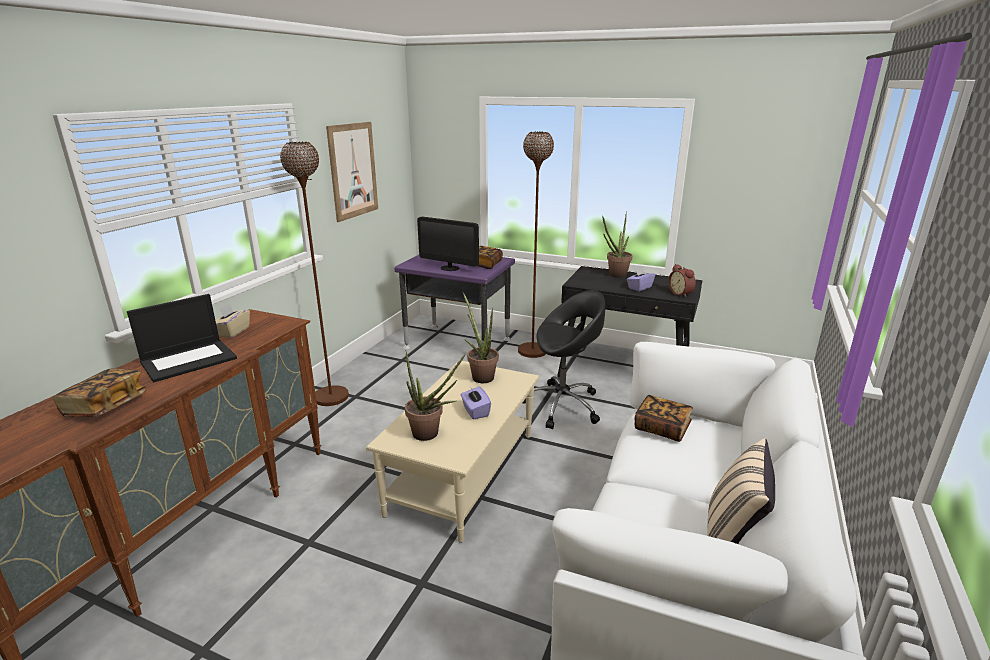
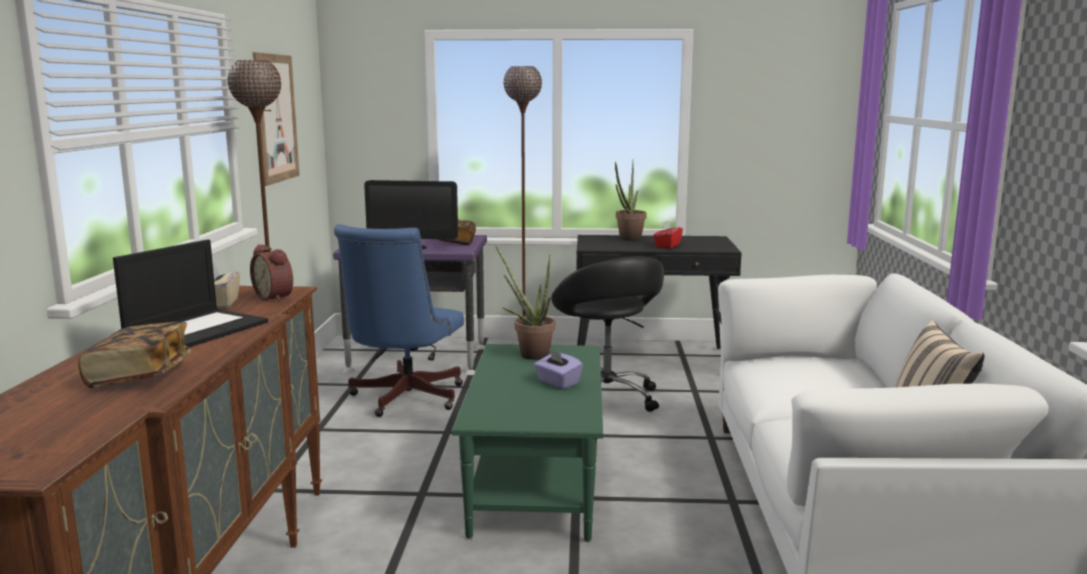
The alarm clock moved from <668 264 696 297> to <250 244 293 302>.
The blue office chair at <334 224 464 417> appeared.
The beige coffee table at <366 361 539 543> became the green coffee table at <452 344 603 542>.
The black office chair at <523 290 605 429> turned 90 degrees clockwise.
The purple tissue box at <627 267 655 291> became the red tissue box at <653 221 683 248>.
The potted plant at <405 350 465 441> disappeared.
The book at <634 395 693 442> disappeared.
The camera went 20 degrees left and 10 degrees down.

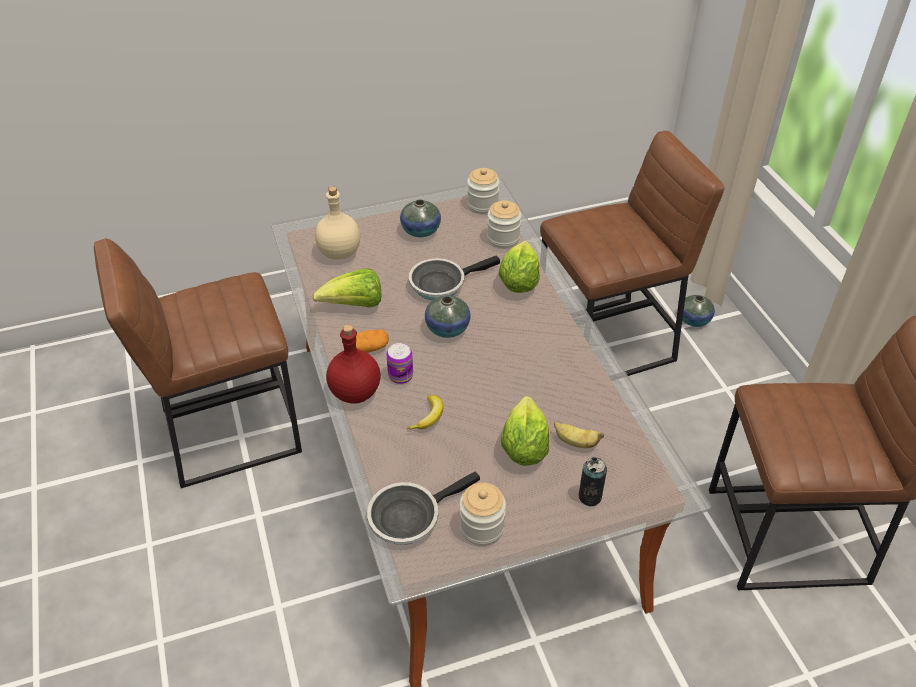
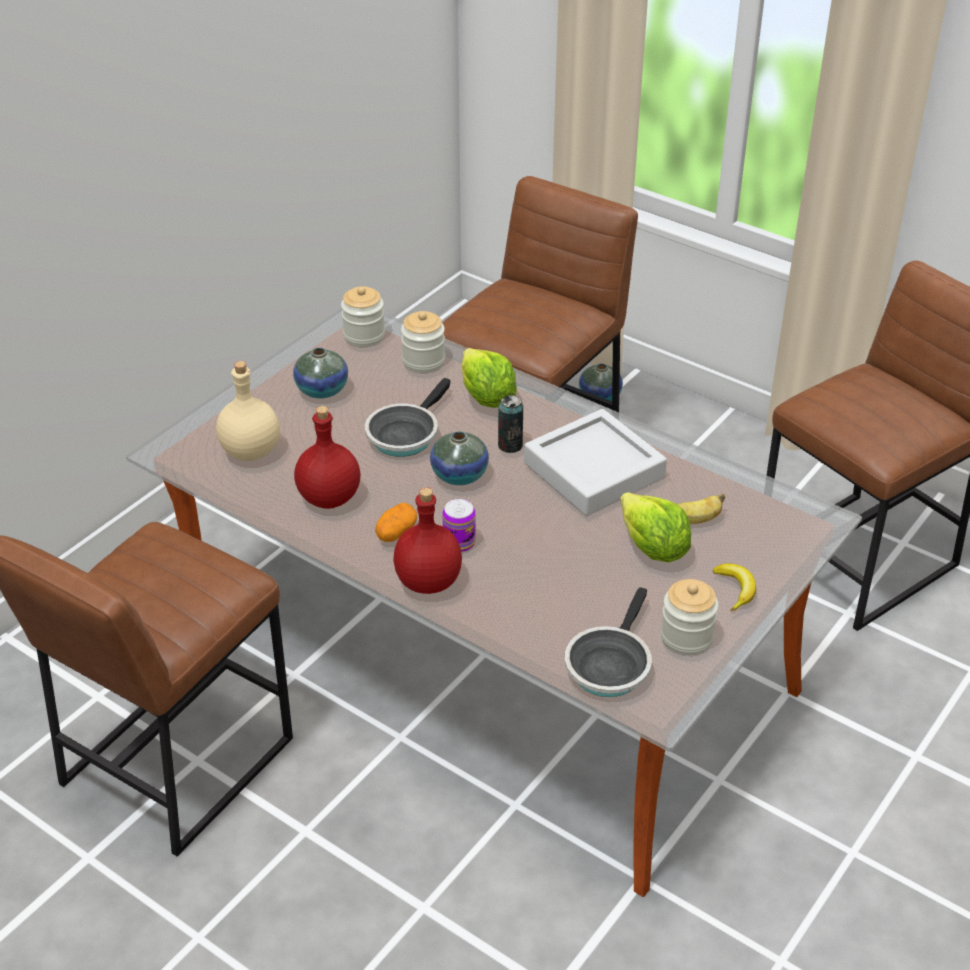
The lettuce at <312 268 381 308> was replaced by the red bottle at <294 406 360 509>.
The can moved from <579 457 607 506> to <498 395 523 453>.
The grey tray at <524 409 667 516> appeared.
The banana moved from <407 395 443 430> to <713 563 756 612>.
The camera went 35 degrees left and 5 degrees down.

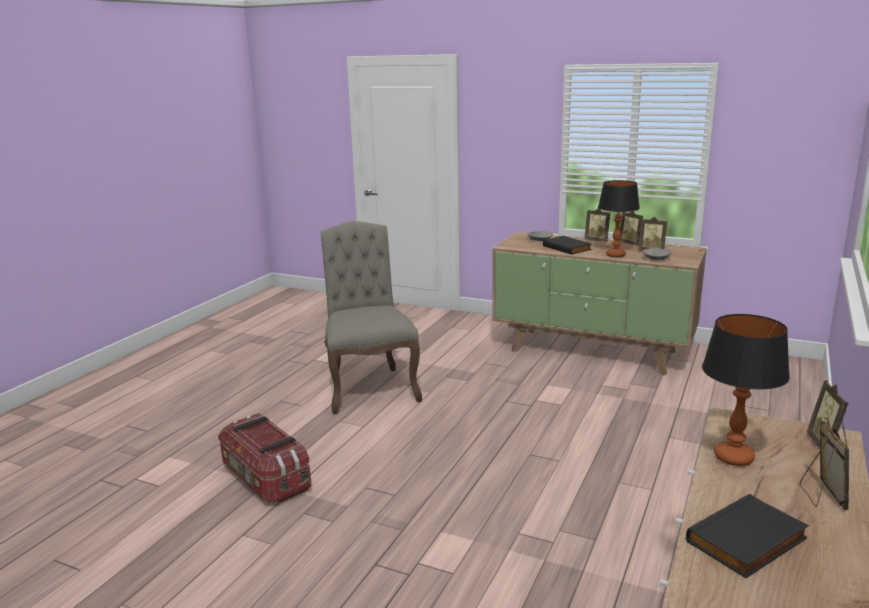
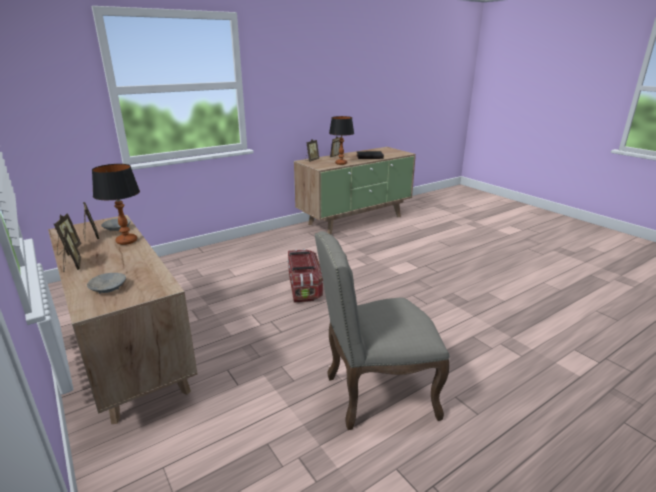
The storage box moved from <218 413 312 503> to <288 249 323 303>.
The grey chair at <321 221 422 414> turned 60 degrees clockwise.
The black book at <543 236 592 255> disappeared.
The camera went 150 degrees left and 5 degrees up.

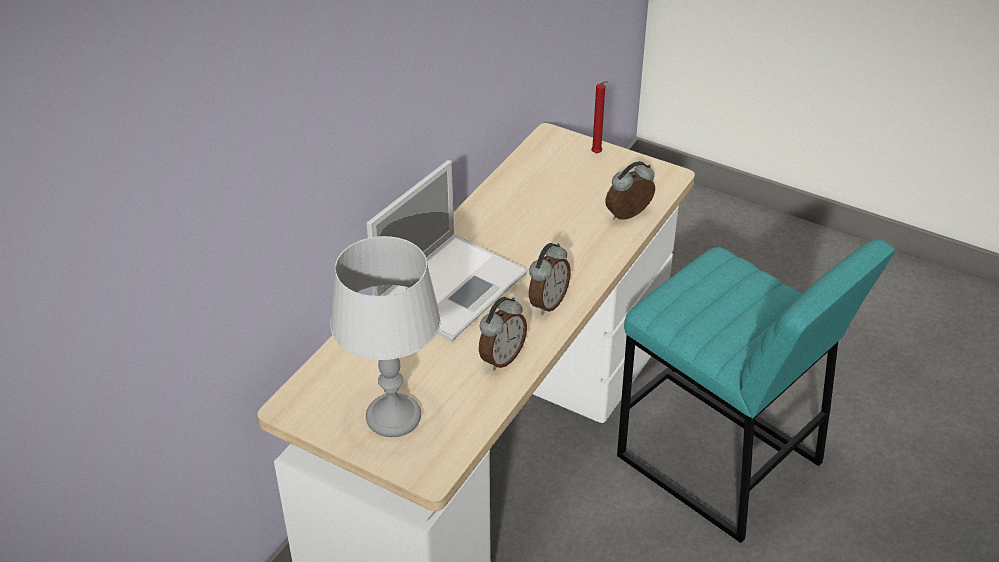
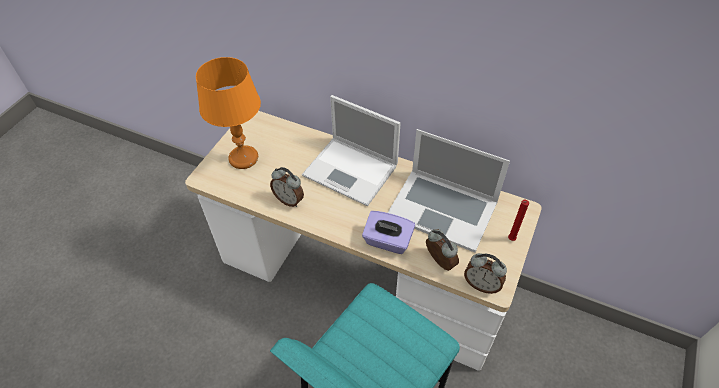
The grey table lamp at <330 236 441 437> became the orange table lamp at <196 57 261 169>.
The purple tissue box at <362 211 415 254> appeared.
The laptop at <388 129 510 253> appeared.
The alarm clock moved from <529 243 571 315> to <464 253 507 294>.
The camera went 85 degrees right and 10 degrees up.

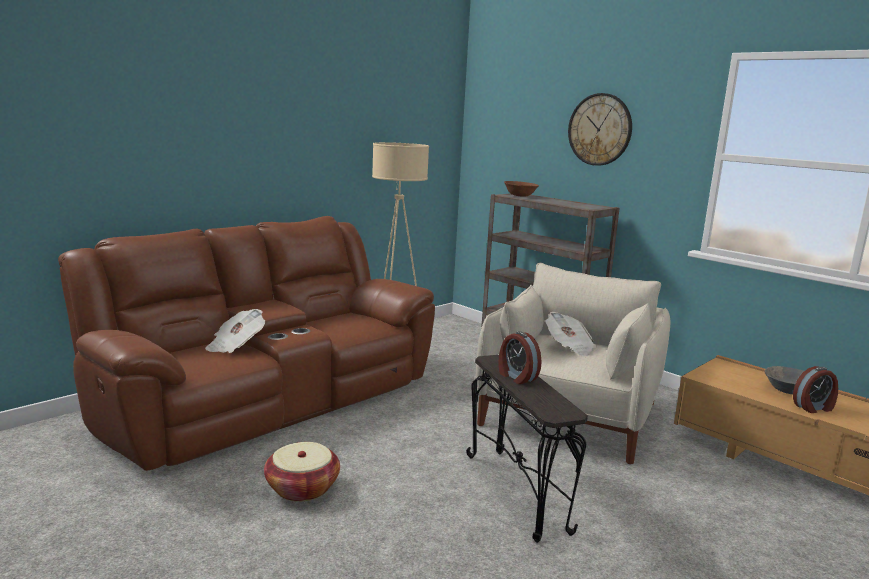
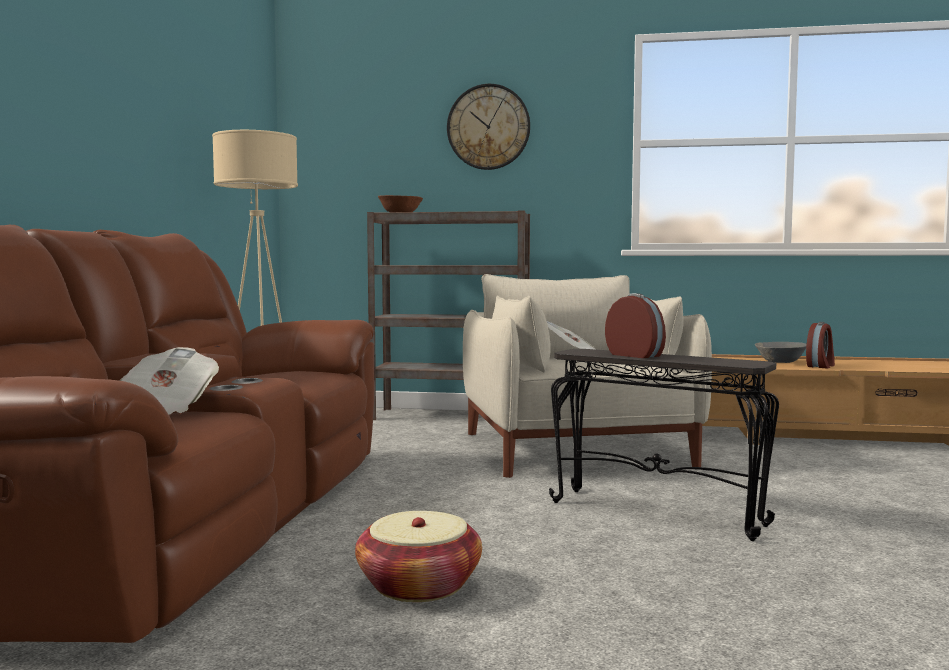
The alarm clock at <498 331 542 384> turned 150 degrees counterclockwise.
The camera went 35 degrees left and 10 degrees down.

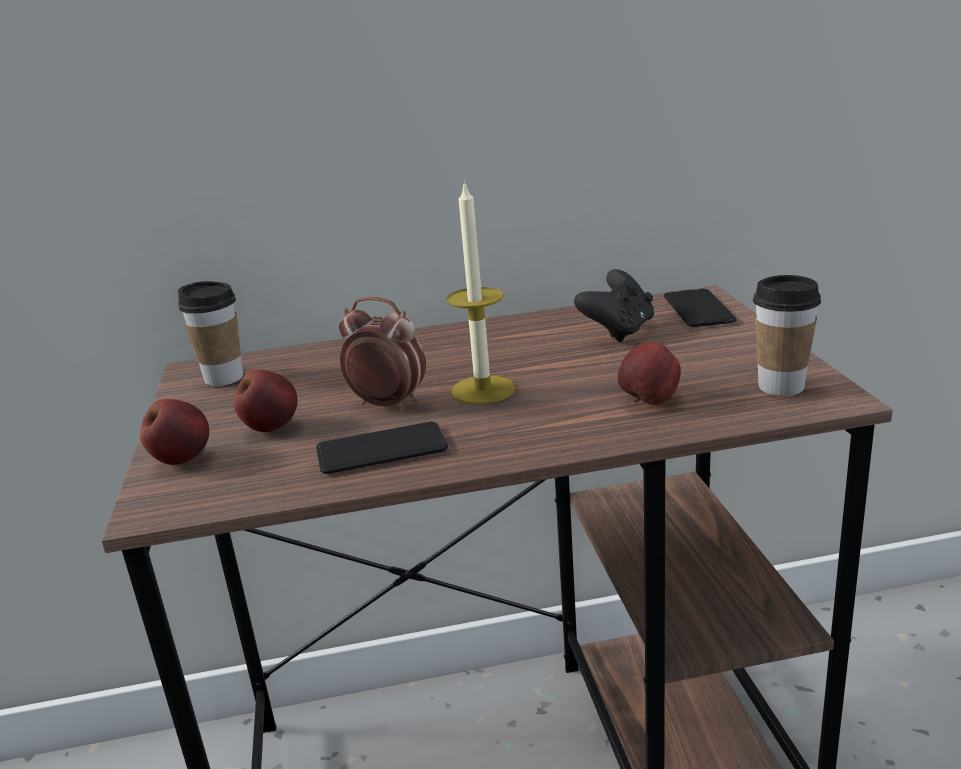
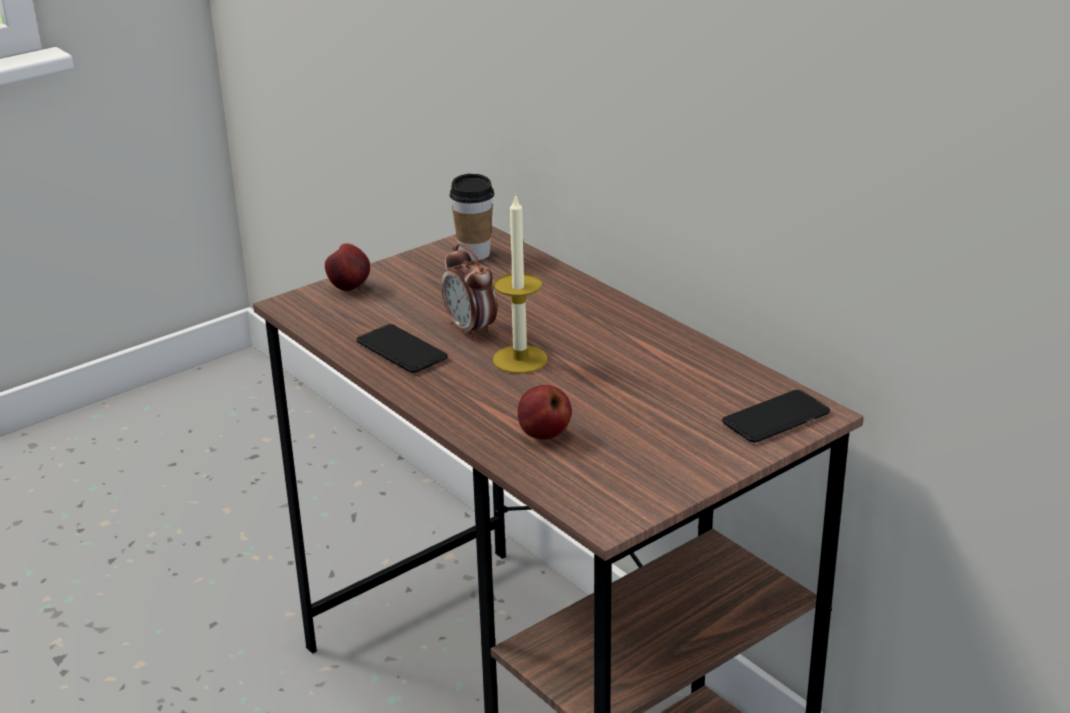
The alarm clock at <339 297 426 410> turned 150 degrees clockwise.
The apple at <234 369 297 432> disappeared.
The black game controller at <574 269 654 342> disappeared.
The cup at <753 275 821 396> disappeared.
The camera went 60 degrees right and 5 degrees up.

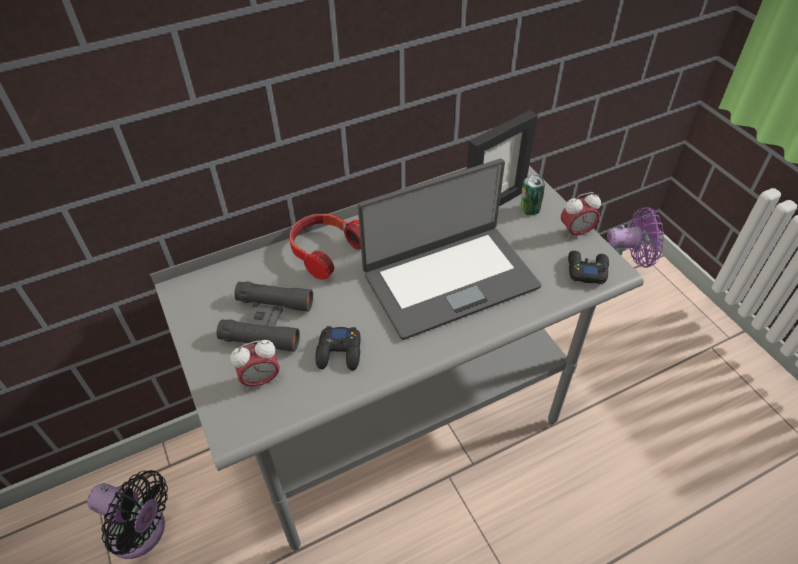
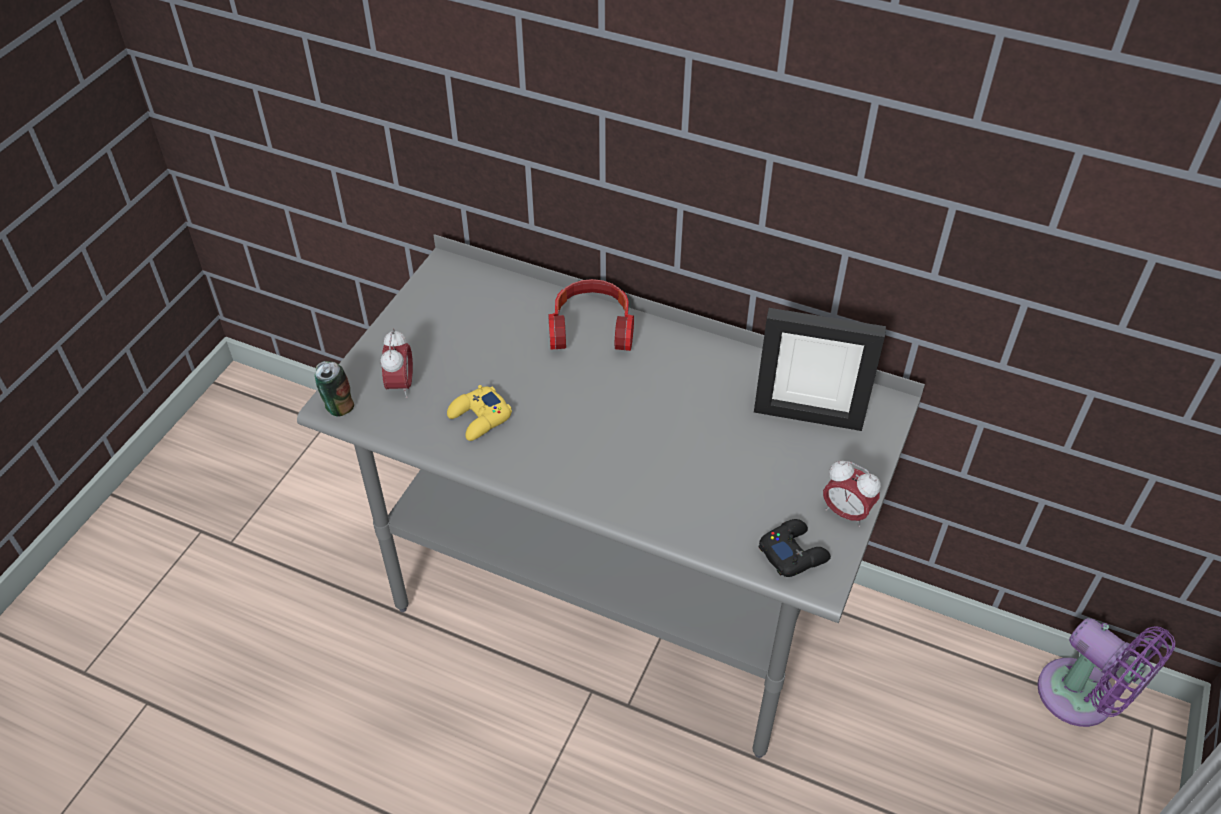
The can moved from <521 175 545 215> to <315 361 354 417>.
The alarm clock at <230 340 280 390> turned 120 degrees counterclockwise.
The black game controller at <315 326 361 371> became the yellow game controller at <447 385 512 441>.
The black fan at <87 470 168 559> disappeared.
The black binoculars at <217 281 313 352> disappeared.
The laptop at <358 159 541 340> disappeared.
The camera went 50 degrees right and 0 degrees up.

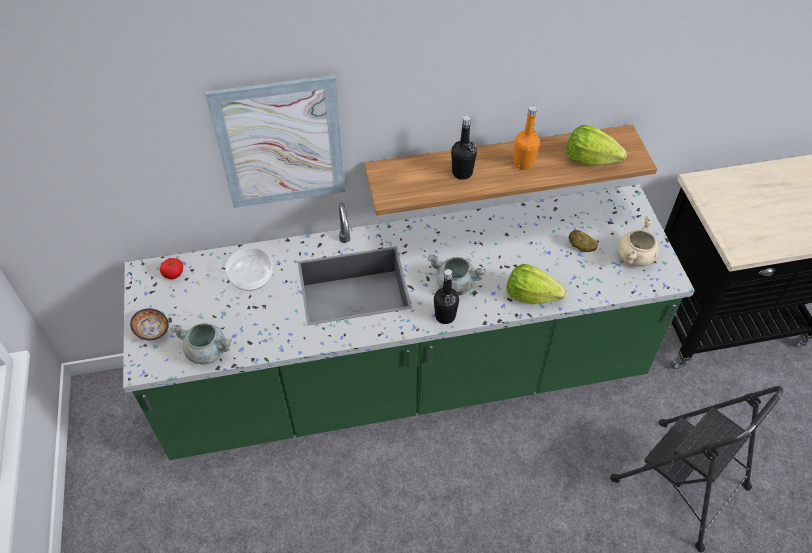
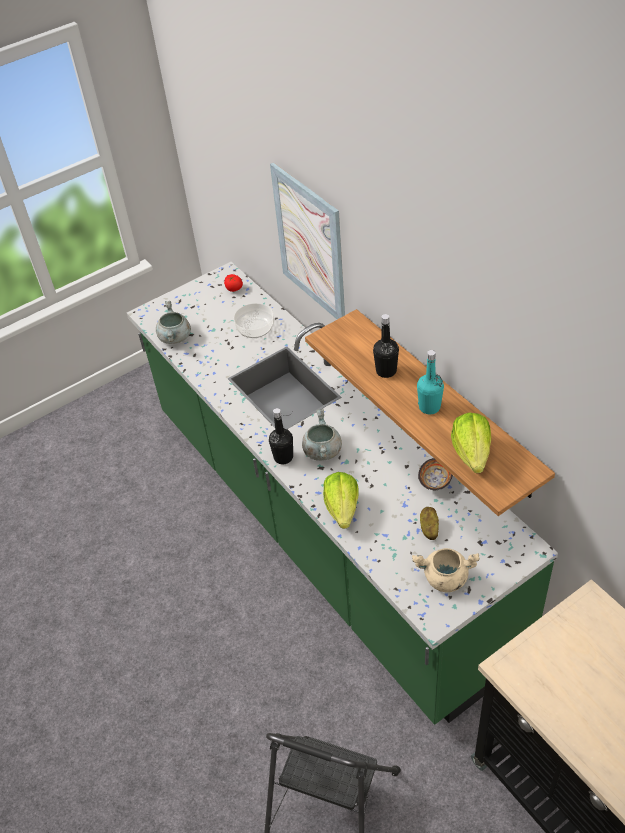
The orange bottle at <514 106 540 170> became the turquoise bottle at <417 350 444 414>.
The bowl moved from <130 308 169 340> to <418 458 453 490>.
The camera went 70 degrees right and 5 degrees down.

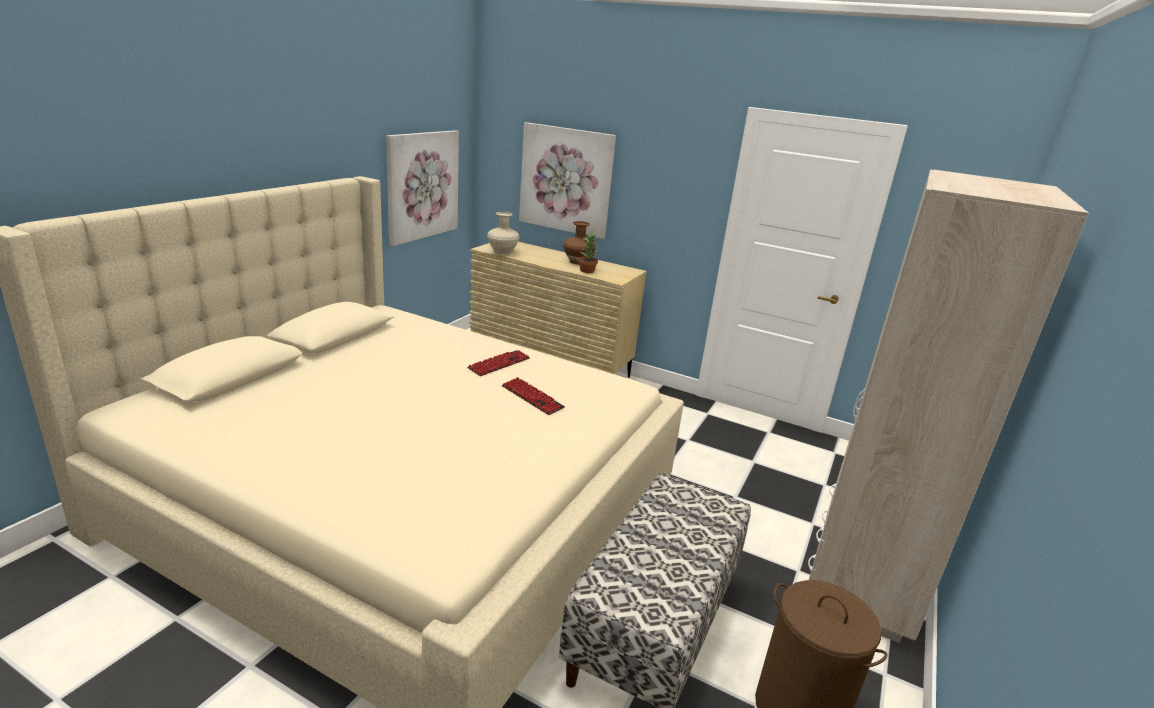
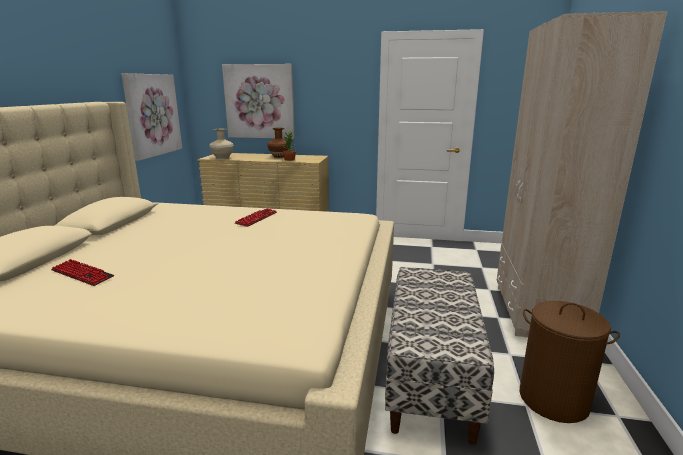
The keyboard moved from <502 377 565 415> to <51 259 114 286>.
The camera went 15 degrees left and 5 degrees down.

